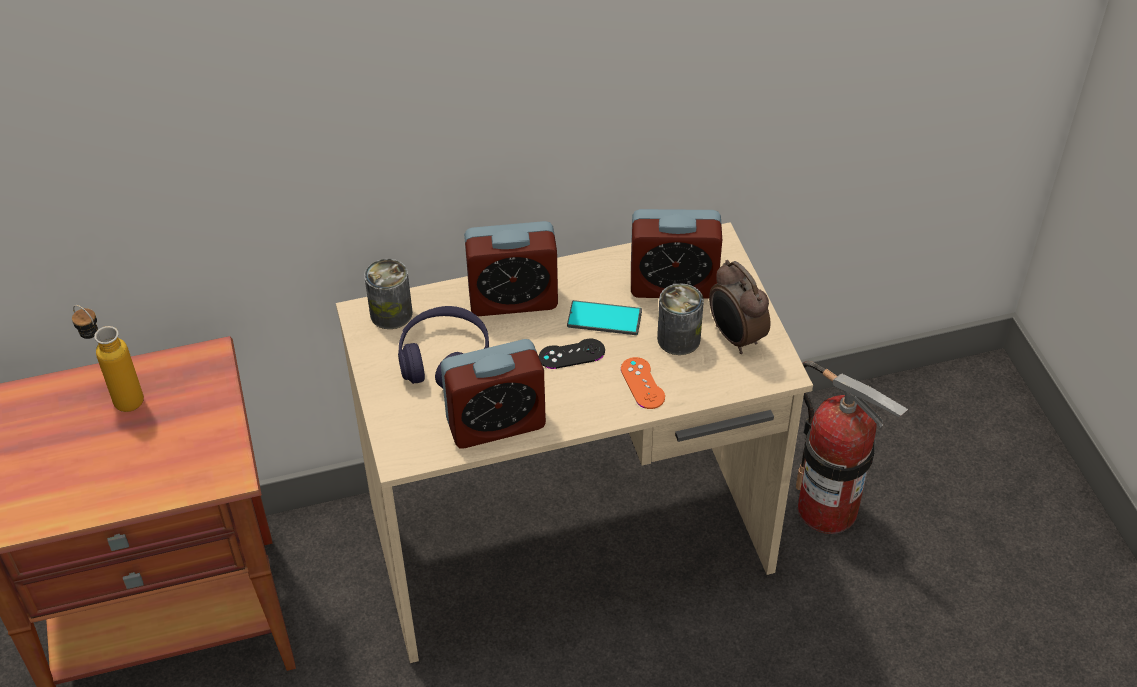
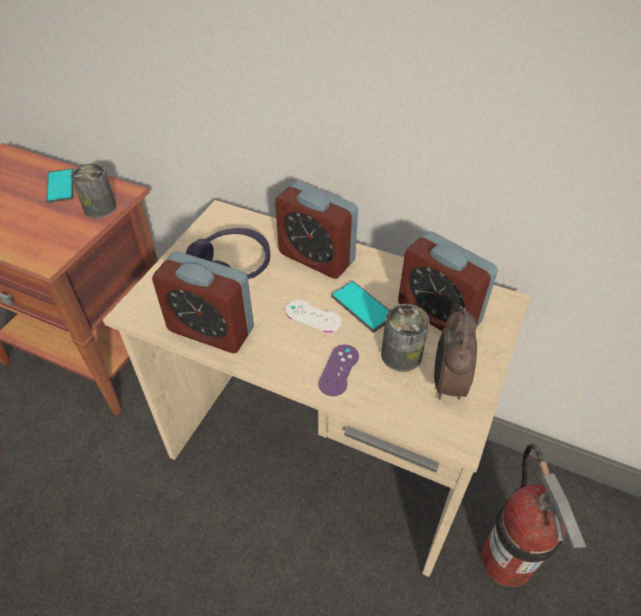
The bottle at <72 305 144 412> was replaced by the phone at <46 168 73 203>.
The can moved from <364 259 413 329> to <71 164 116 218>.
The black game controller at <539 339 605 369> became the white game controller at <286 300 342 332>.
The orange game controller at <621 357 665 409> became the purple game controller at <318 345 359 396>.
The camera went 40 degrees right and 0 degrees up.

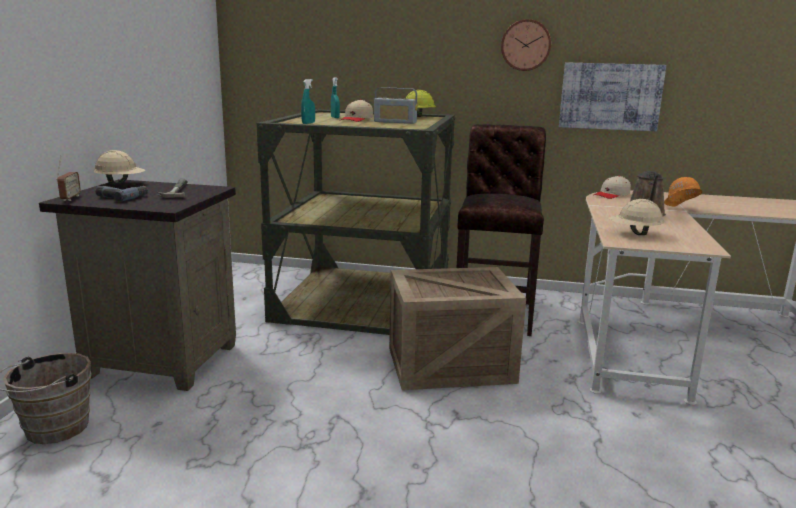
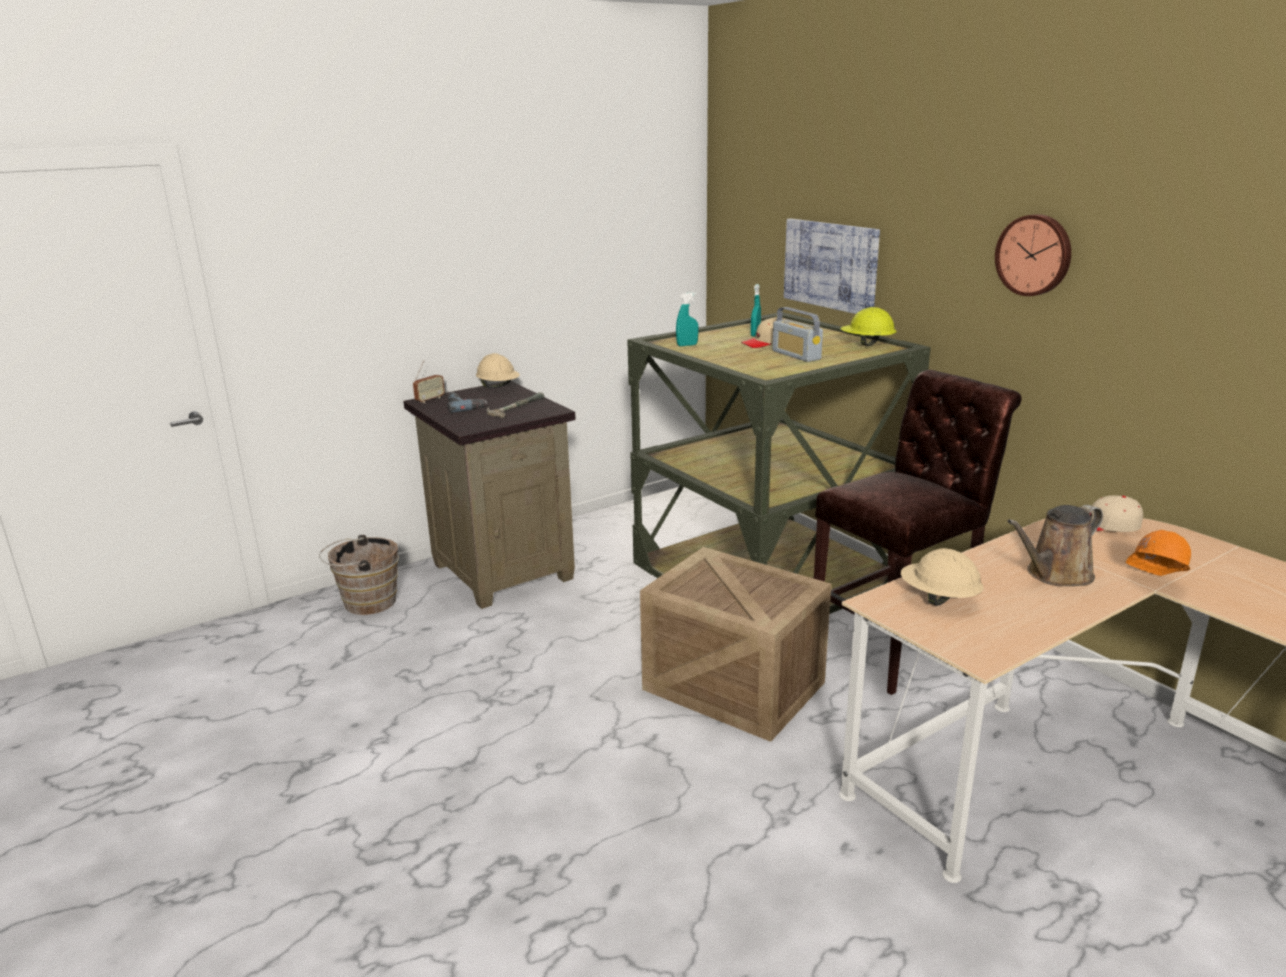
The picture moved from <559 62 666 131> to <784 219 880 314>.
The camera went 45 degrees right and 5 degrees up.

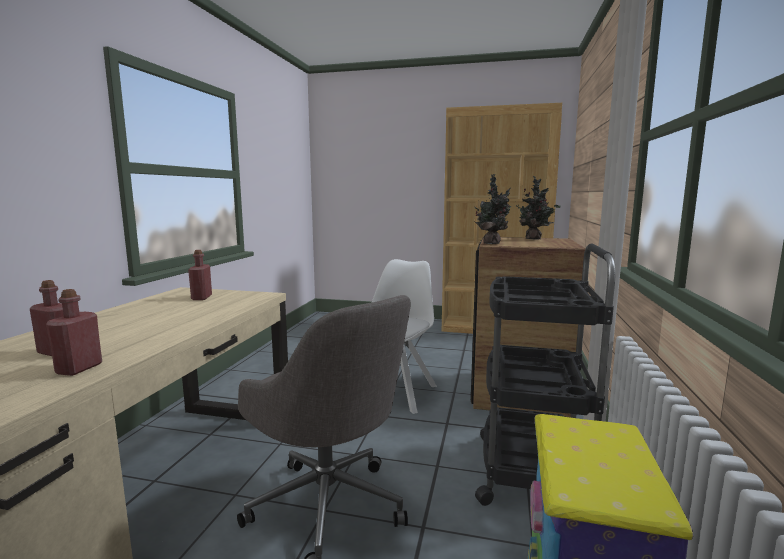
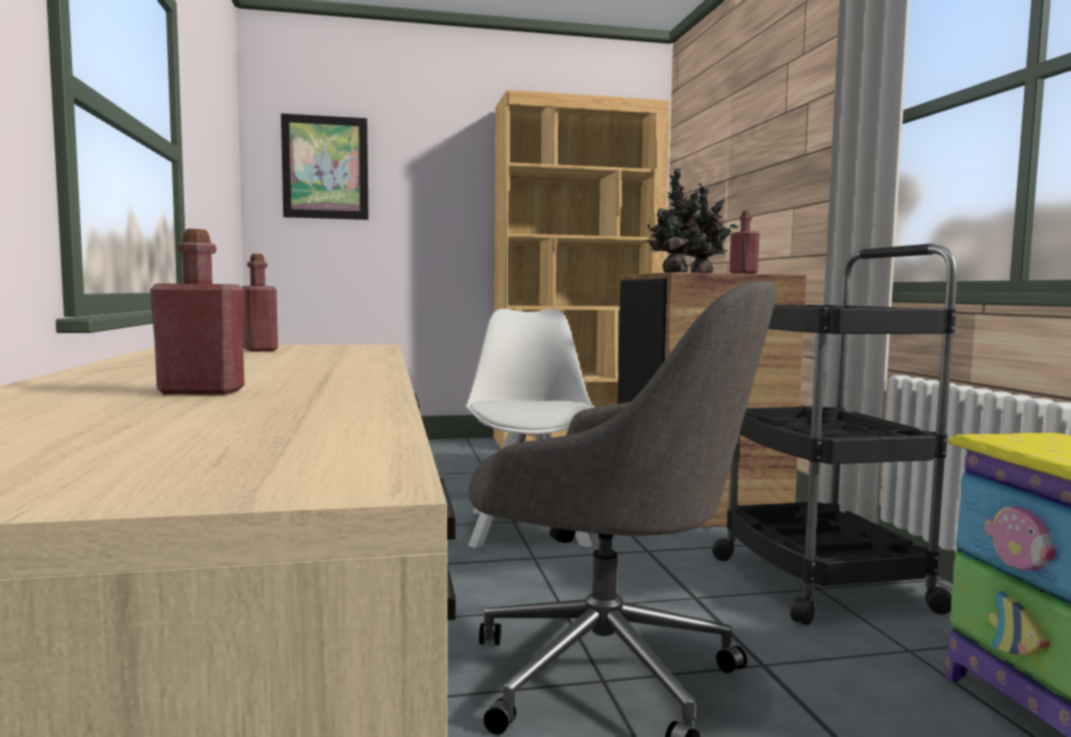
The picture at <281 113 369 220> appeared.
The red bottle moved from <46 289 102 376> to <729 211 760 274>.
The camera went 25 degrees left and 5 degrees down.

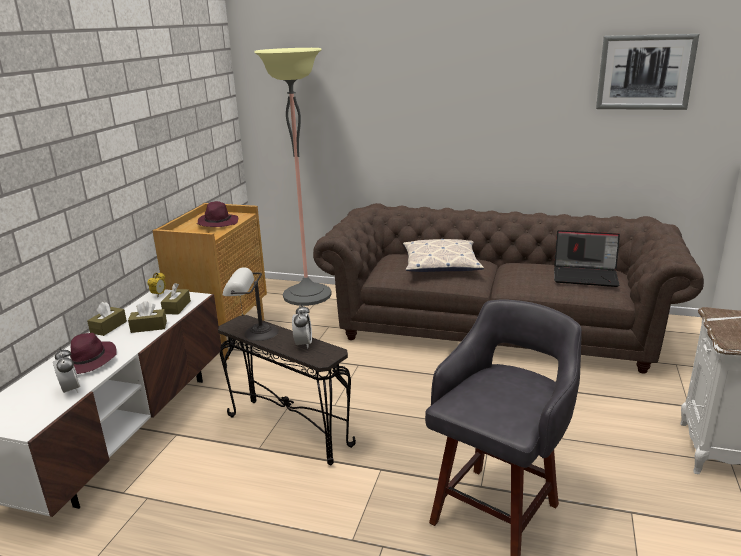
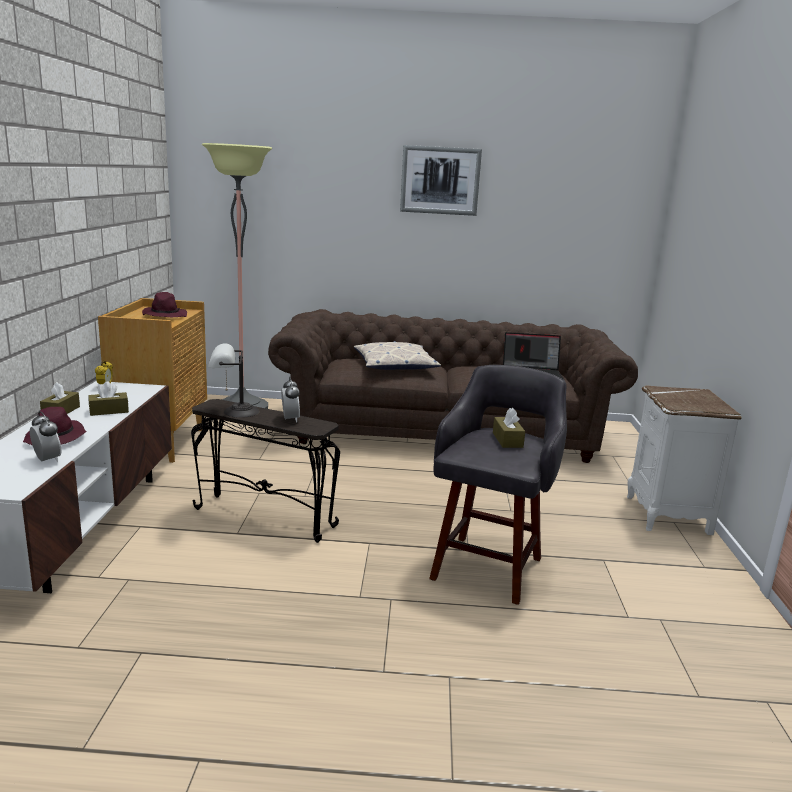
The picture moved from <596 34 699 110> to <400 145 482 216>.
The brown tissue box moved from <161 283 191 315> to <493 408 525 448>.
The camera went 15 degrees left and 5 degrees down.

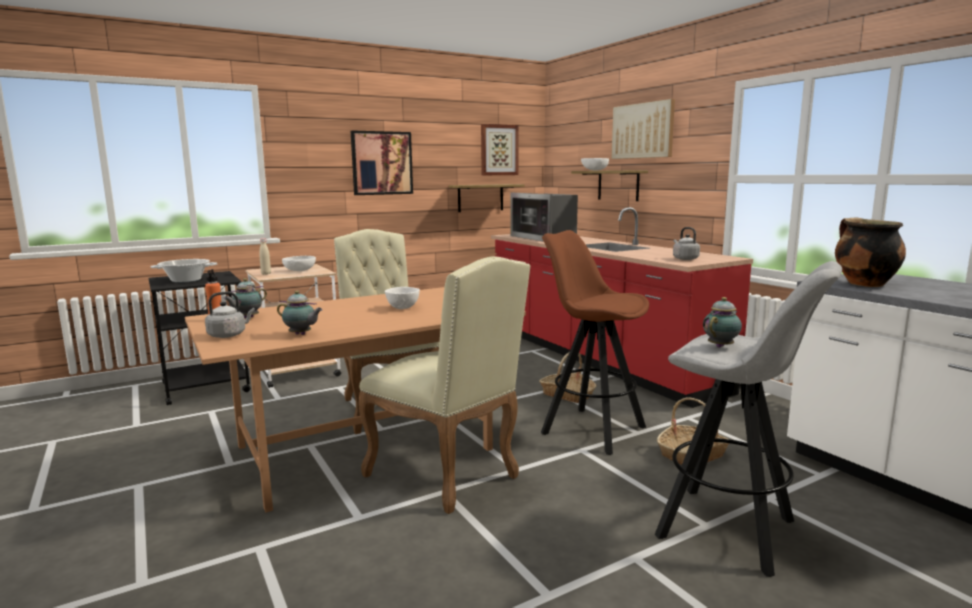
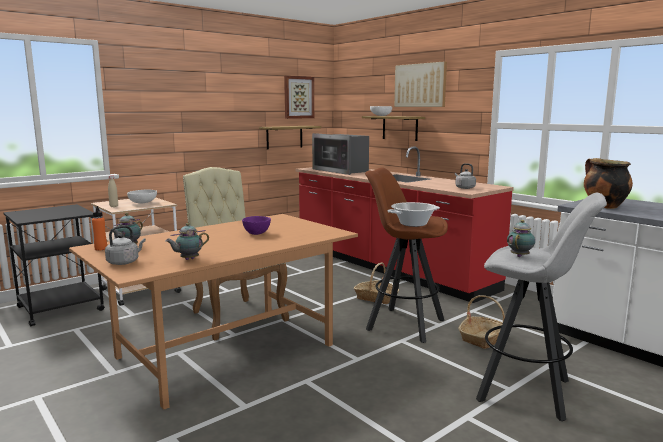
The teapot at <277 291 323 335> turned 135 degrees clockwise.
The white bowl at <385 287 420 309> became the purple bowl at <242 216 271 235>.
The cooking pot moved from <150 259 217 283> to <387 202 440 227>.
The picture at <351 130 413 195> disappeared.
The beige chair at <359 256 530 514> disappeared.
The camera went 10 degrees left and 0 degrees up.

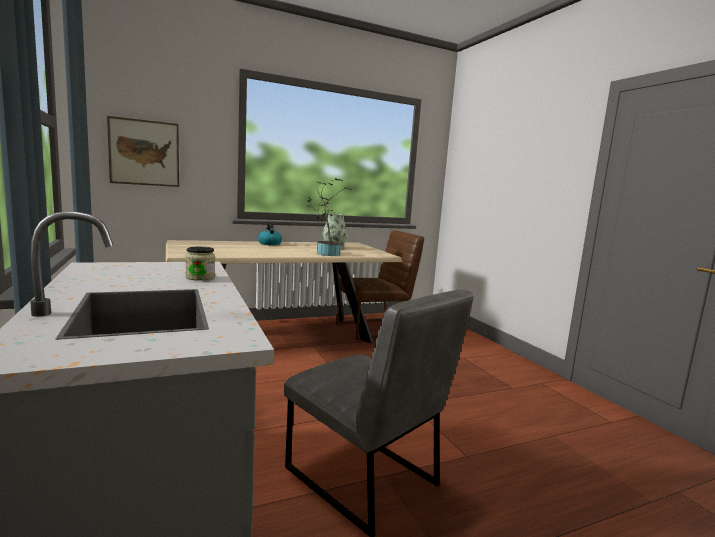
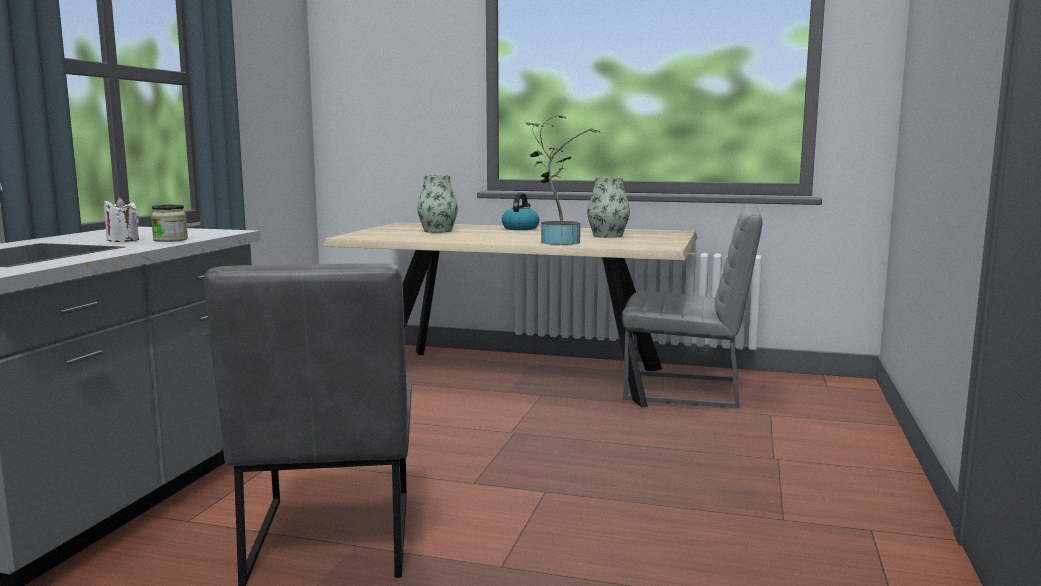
The white candle at <104 197 139 242> appeared.
The vase at <417 175 458 233> appeared.
The brown chair at <336 230 424 340> became the grey chair at <622 206 763 408>.
The picture at <107 116 179 187> disappeared.
The camera went 40 degrees right and 0 degrees up.

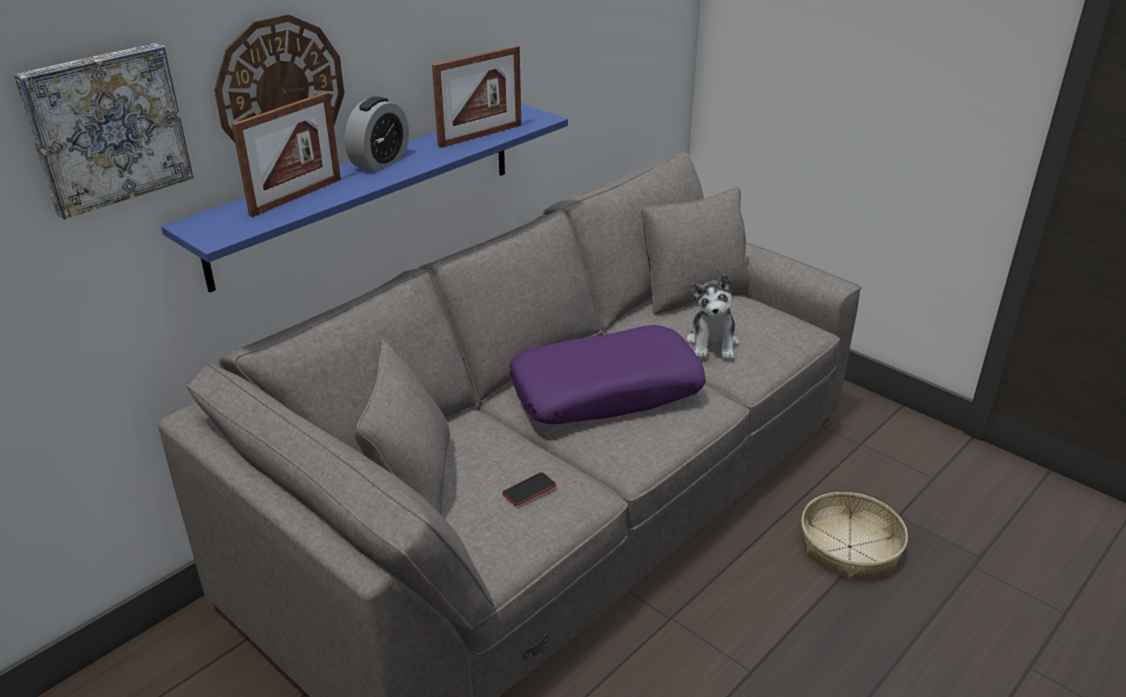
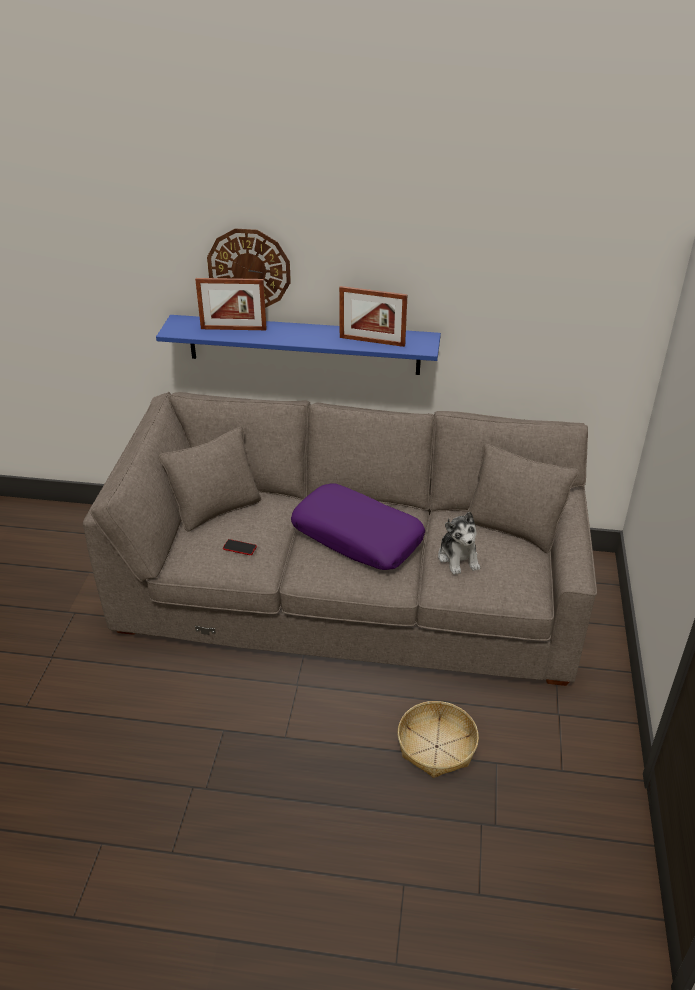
The plush toy at <686 274 739 359> turned 75 degrees counterclockwise.
The picture at <14 43 193 219> disappeared.
The alarm clock at <345 96 409 172> disappeared.
The camera went 55 degrees right and 5 degrees up.

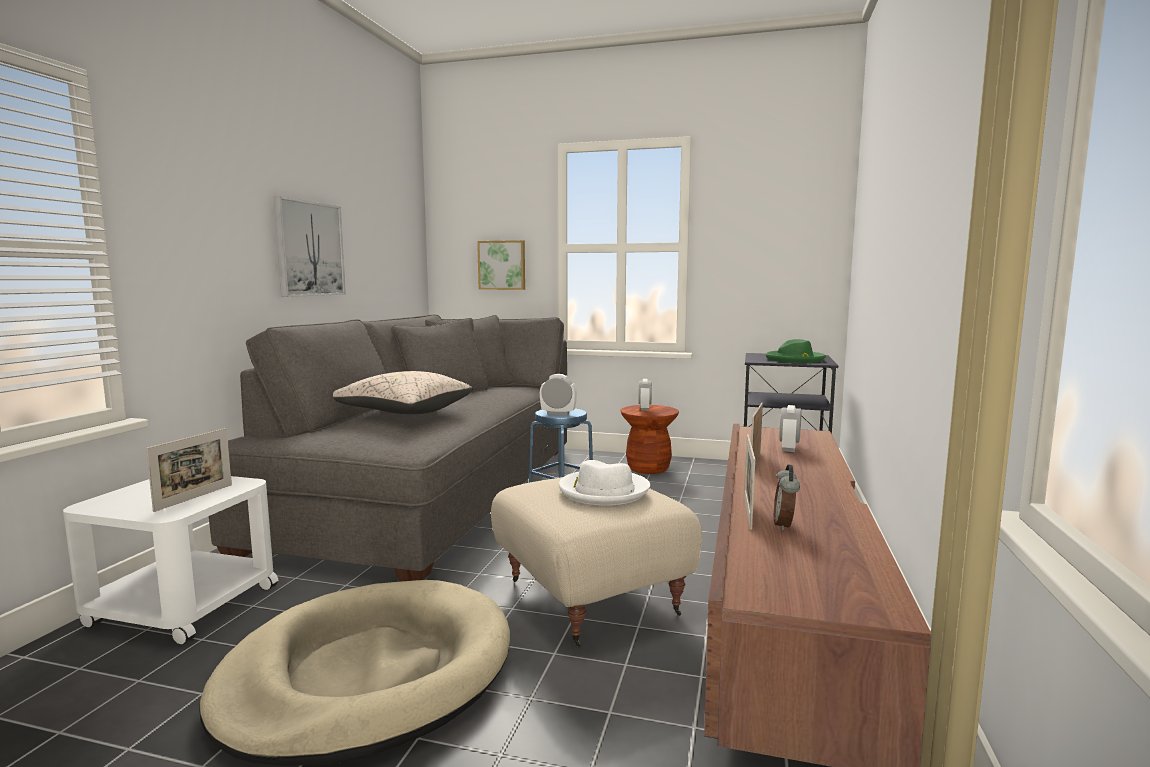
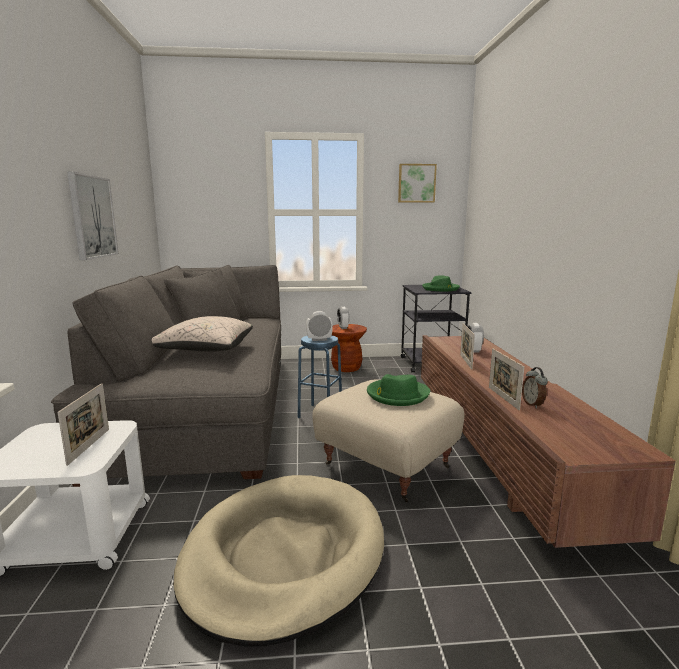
The white hat at <559 460 650 505> became the green hat at <367 374 430 406>.
The picture moved from <477 240 525 290> to <398 164 437 203>.
The camera went 20 degrees left and 5 degrees up.

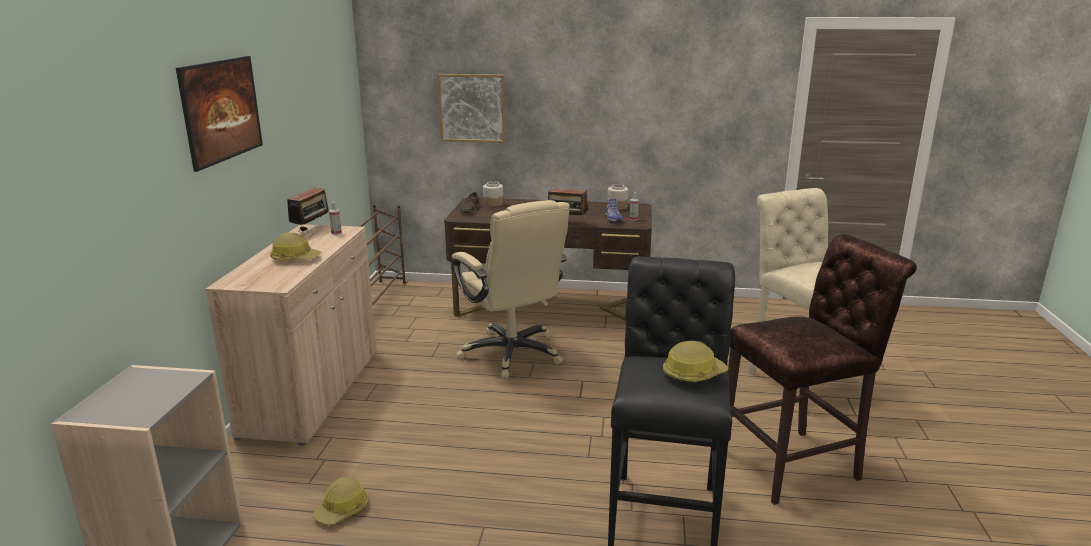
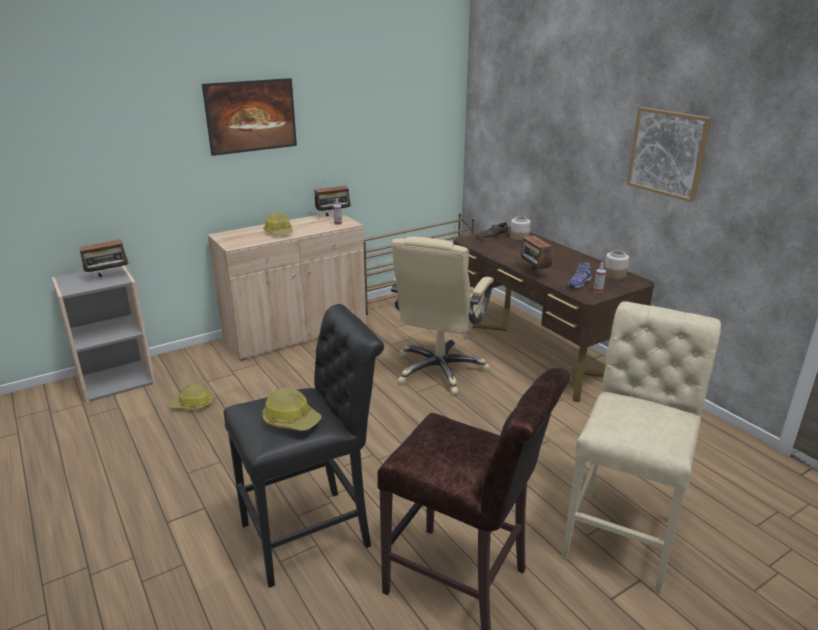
The radio at <79 238 129 277> appeared.
The picture moved from <437 74 506 143> to <627 107 712 202>.
The camera went 50 degrees right and 5 degrees up.

